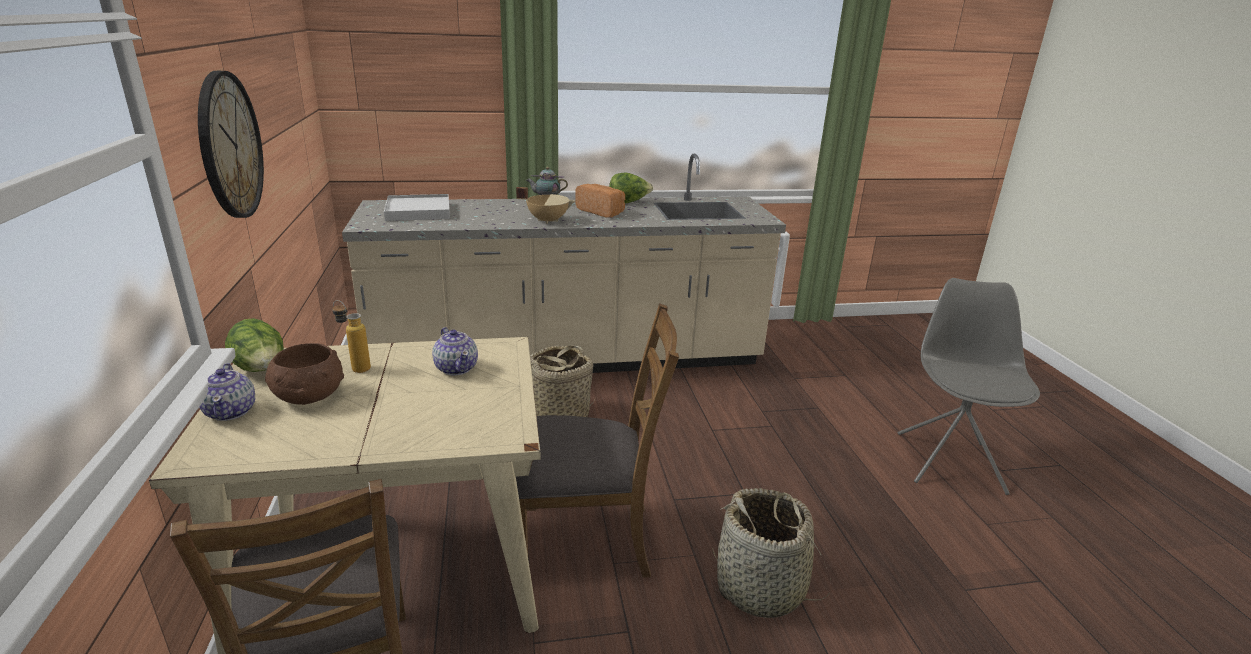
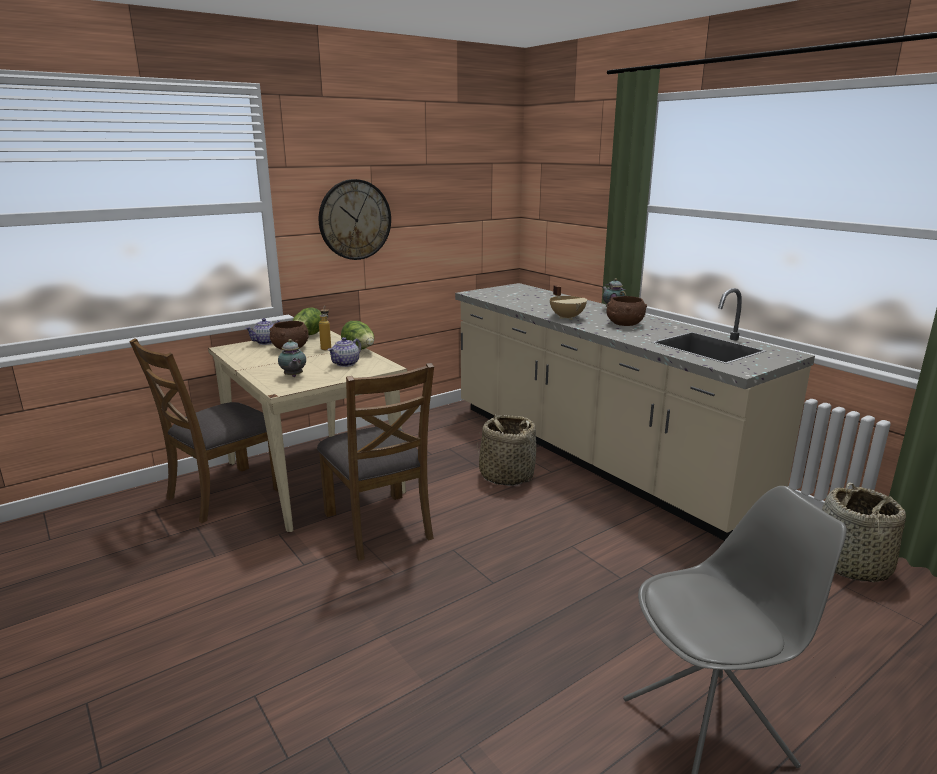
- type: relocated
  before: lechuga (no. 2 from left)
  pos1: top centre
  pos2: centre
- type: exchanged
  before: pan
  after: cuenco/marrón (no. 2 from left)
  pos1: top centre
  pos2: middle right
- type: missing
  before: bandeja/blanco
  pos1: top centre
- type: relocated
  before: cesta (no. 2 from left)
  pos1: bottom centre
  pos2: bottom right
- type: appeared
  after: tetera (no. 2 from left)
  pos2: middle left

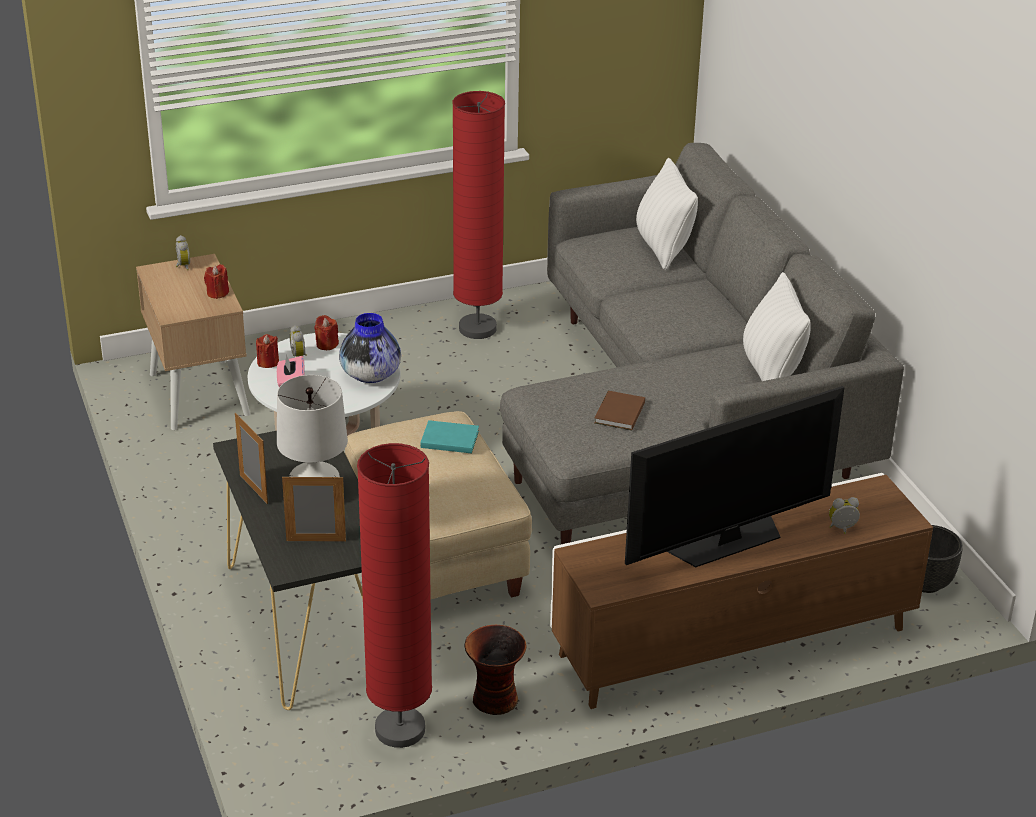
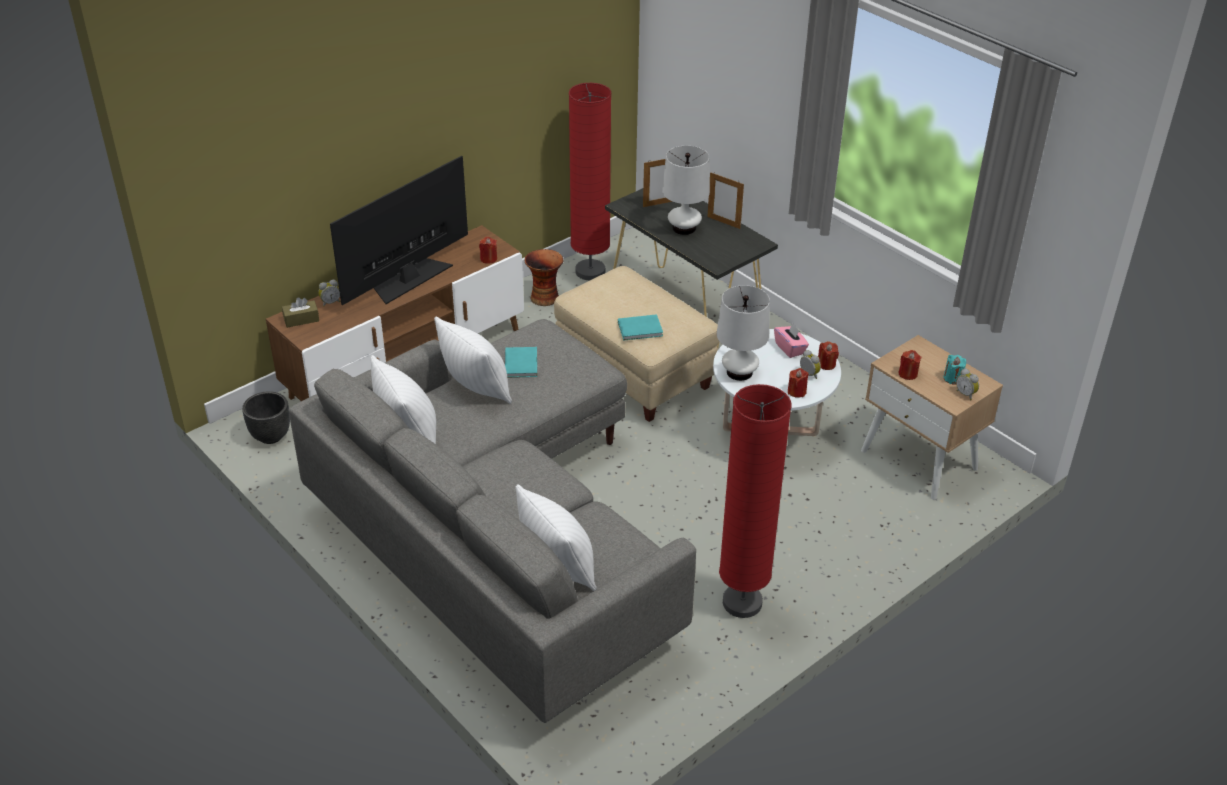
- type: exchanged
  before: florero (no. 1 from left)
  after: lámpara de mesa/blanco (no. 2 from left)
  pos1: centre
  pos2: centre
- type: colour
  before: libro/marrón
  after: libro/turquesa (no. 1 from left)
  pos1: centre
  pos2: centre
- type: appeared
  after: vela/rojo (no. 1 from left)
  pos2: top centre
- type: appeared
  after: caja de pañuelos/marrón
  pos2: middle left
- type: appeared
  after: cojín/blanco (no. 2 from left)
  pos2: centre
- type: appeared
  after: vela/turquesa
  pos2: middle right

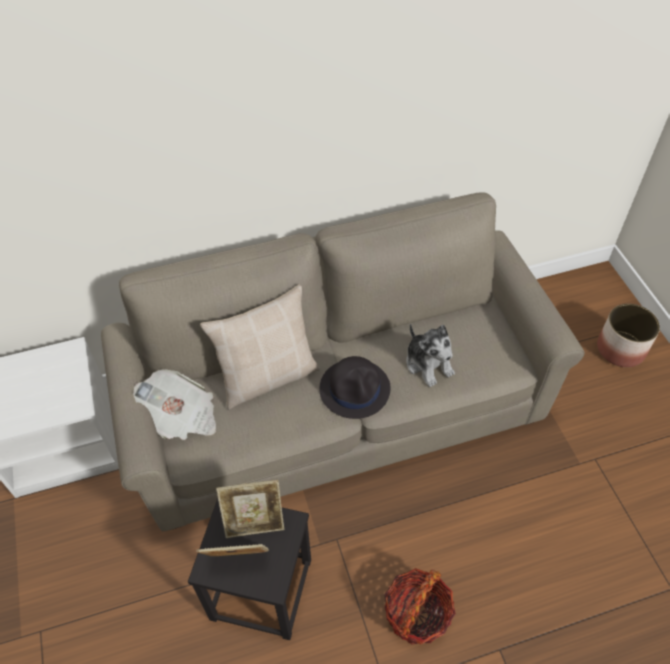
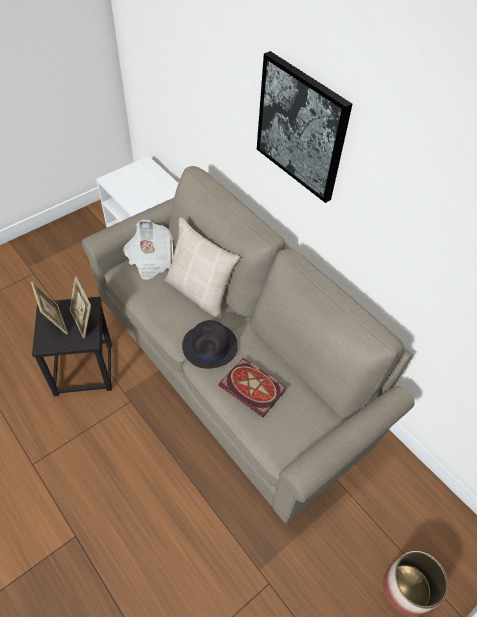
- type: exchanged
  before: peluche
  after: libro
  pos1: centre
  pos2: centre
- type: missing
  before: cesta
  pos1: bottom centre
- type: appeared
  after: cuadro
  pos2: top centre

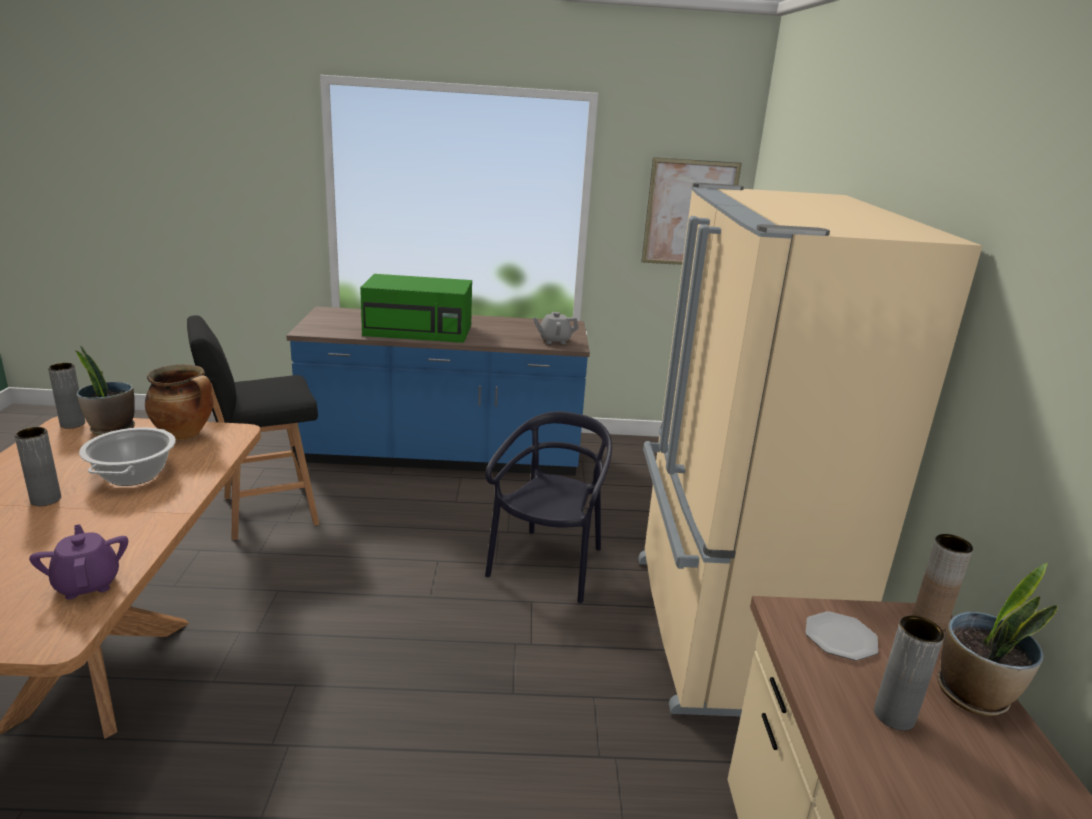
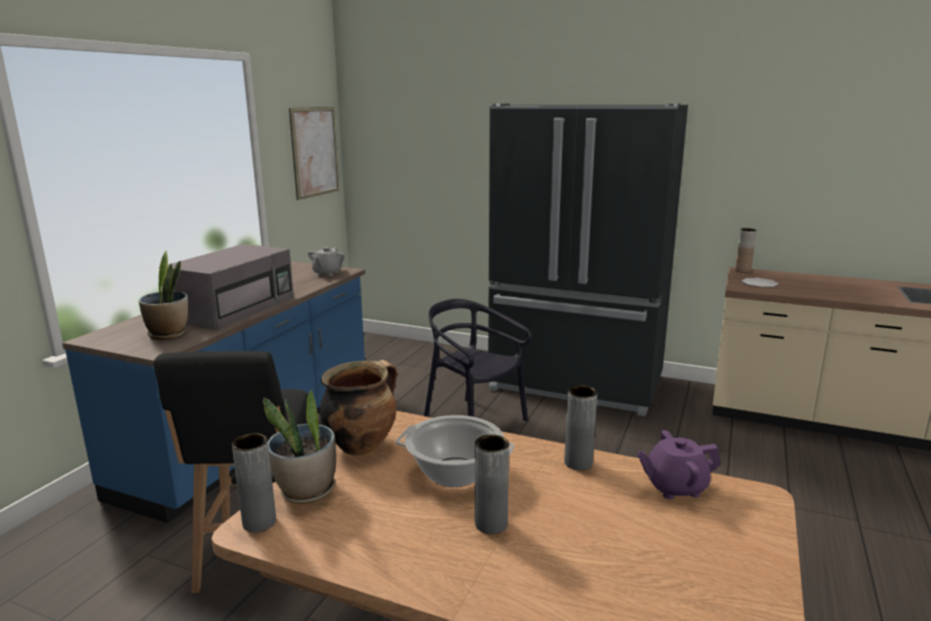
- type: colour
  before: nevera/beis
  after: nevera/negro
  pos1: middle right
  pos2: centre
- type: colour
  before: microondas/verde
  after: microondas/gris
  pos1: centre
  pos2: middle left
- type: relocated
  before: planta en maceta (no. 2 from left in the first image)
  after: planta en maceta (no. 1 from left)
  pos1: bottom right
  pos2: middle left
- type: relocated
  before: florero/gris (no. 3 from left)
  pos1: bottom right
  pos2: bottom centre

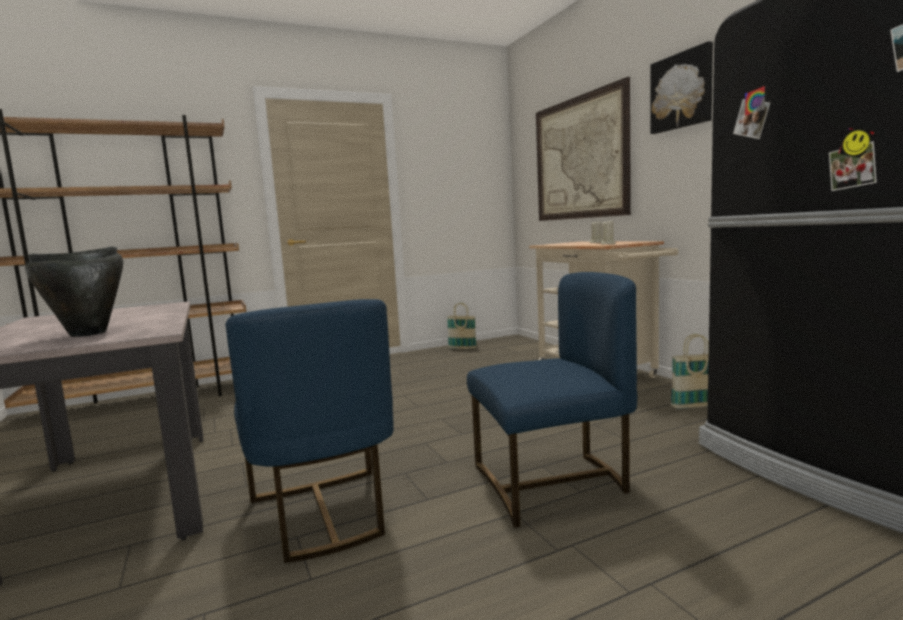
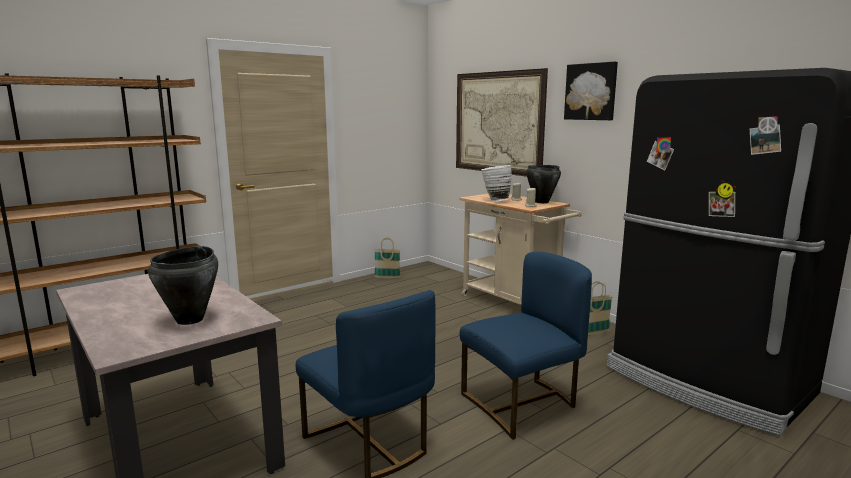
- type: appeared
  after: florero/blanco
  pos2: centre
- type: appeared
  after: olla/negro (no. 2 from left)
  pos2: centre

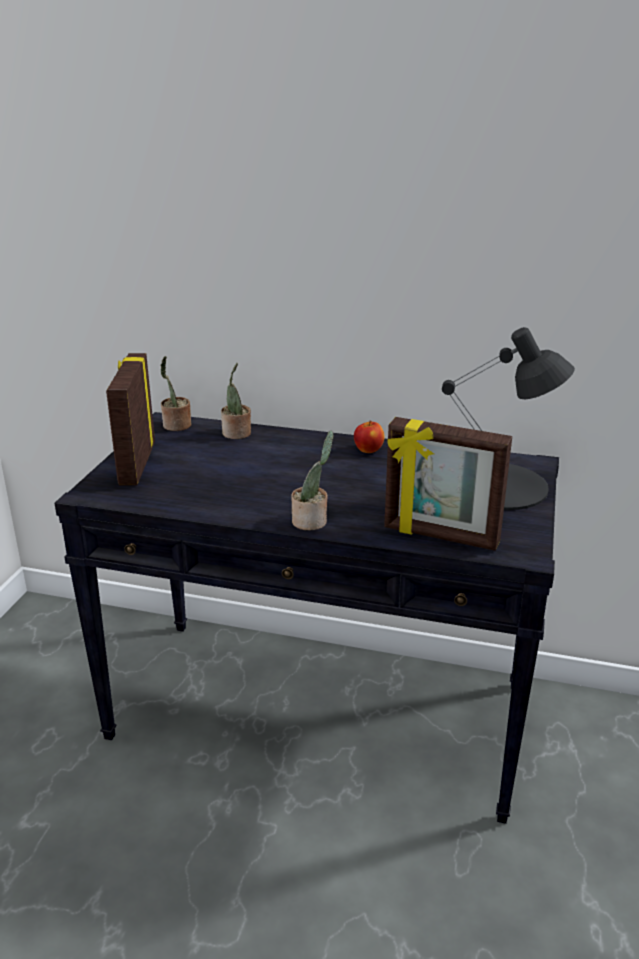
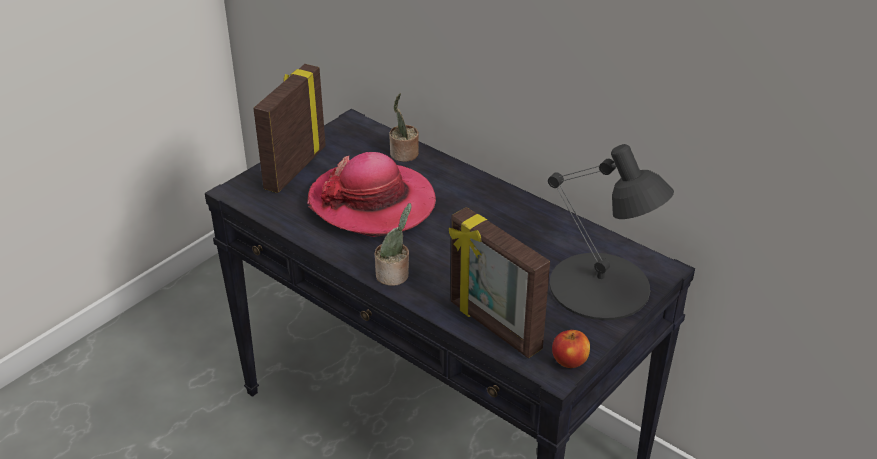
- type: missing
  before: planta en maceta (no. 1 from left)
  pos1: middle left
- type: relocated
  before: manzana
  pos1: centre
  pos2: bottom centre
- type: appeared
  after: sombrero
  pos2: centre

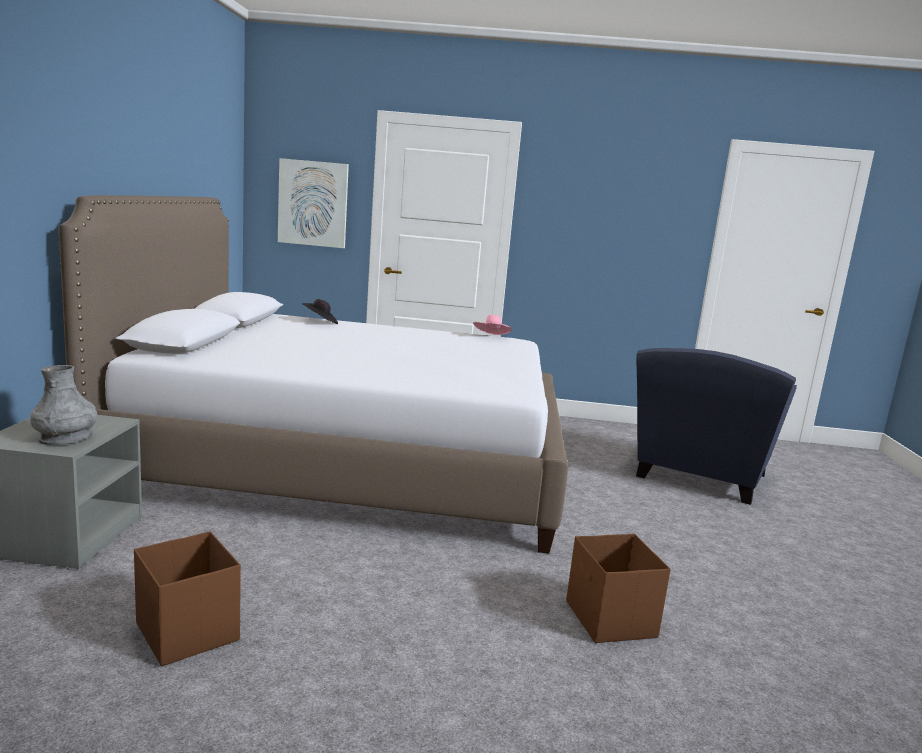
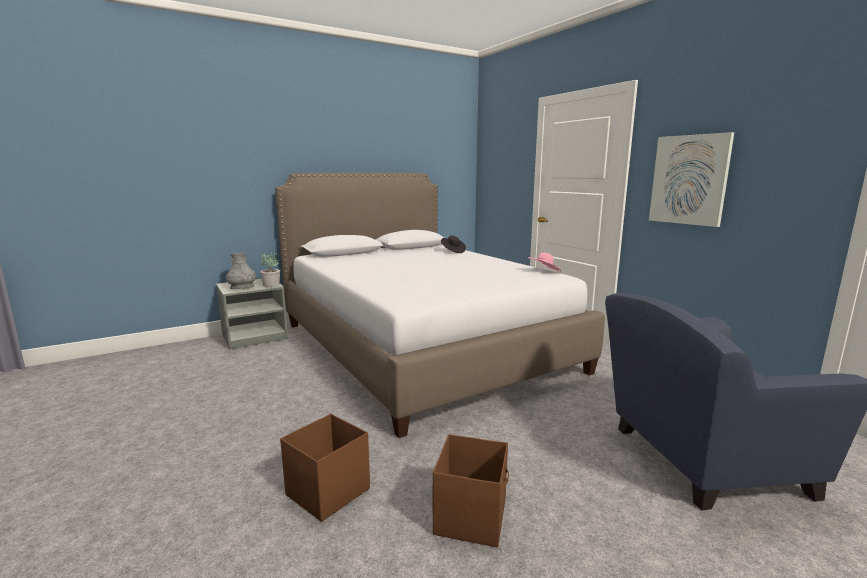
- type: relocated
  before: cuadro
  pos1: top centre
  pos2: top right
- type: relocated
  before: caja de almacenaje/marrón (no. 1 from left in the first image)
  after: caja de almacenaje/marrón (no. 2 from left)
  pos1: bottom left
  pos2: bottom centre
- type: appeared
  after: planta en maceta
  pos2: middle left

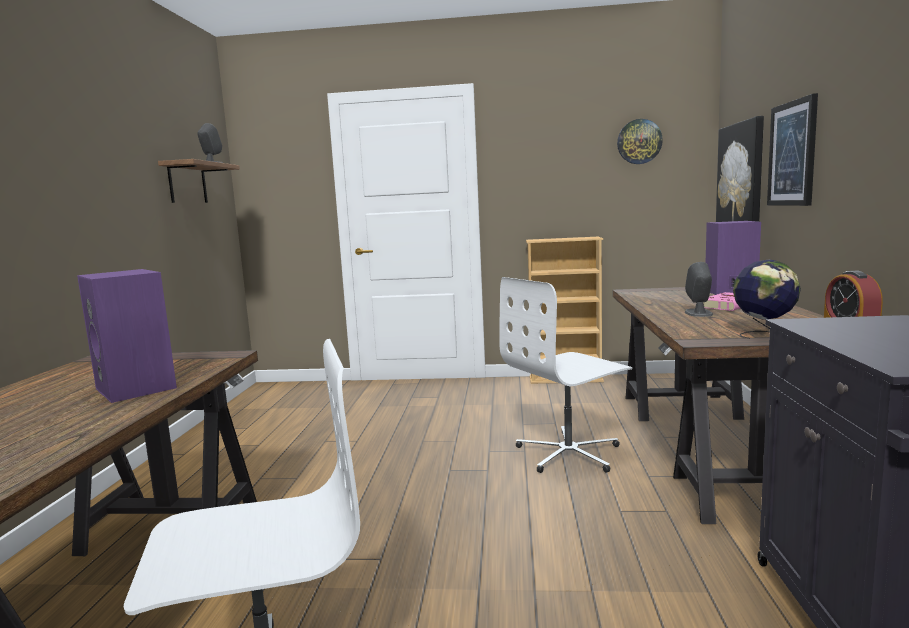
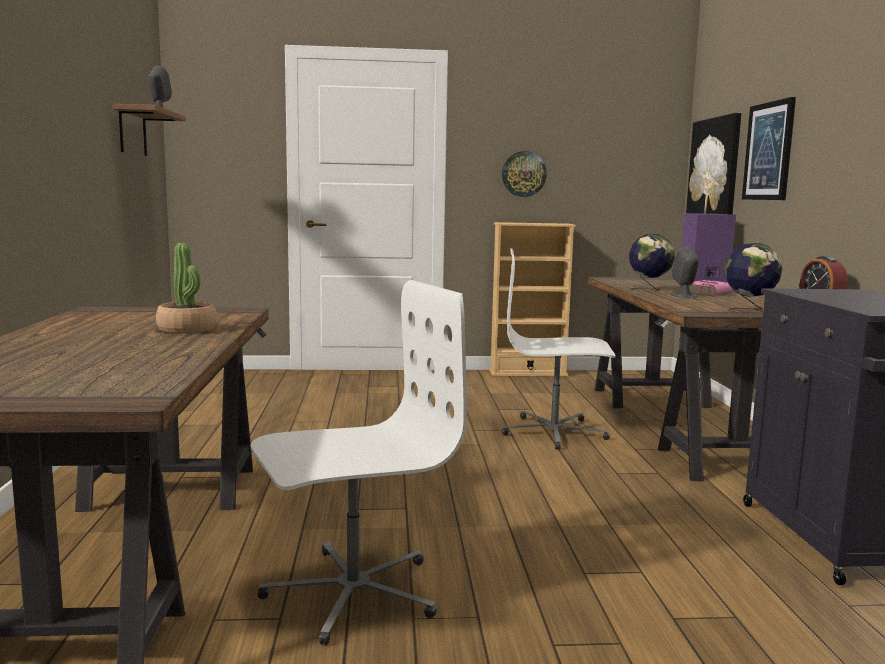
- type: relocated
  before: reloj de pared
  pos1: top right
  pos2: top centre
- type: exchanged
  before: altavoz/morado (no. 1 from left)
  after: planta en maceta
  pos1: middle left
  pos2: middle left
- type: spun
  before: silla de oficina/blanco (no. 2 from left)
  pos1: centre
  pos2: centre
  turn: 45
- type: appeared
  after: globo terráqueo (no. 1 from left)
  pos2: middle right

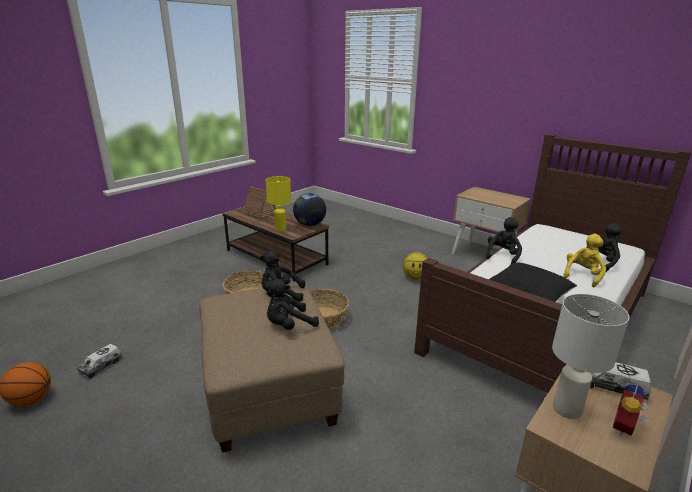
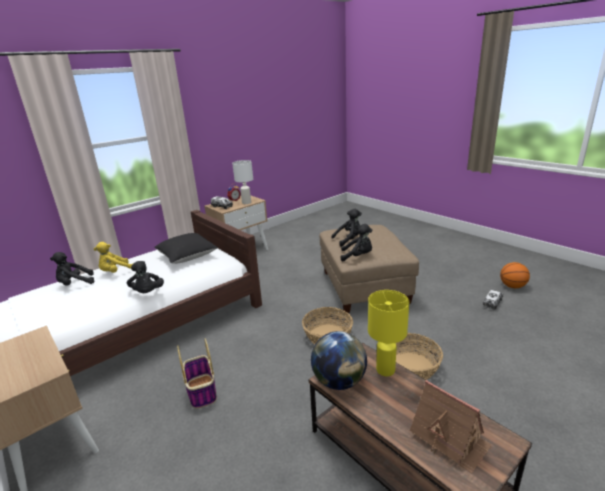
- type: spun
  before: peluche/negro (no. 3 from left in the first image)
  pos1: middle right
  pos2: middle left
  turn: -60
- type: exchanged
  before: balón de baloncesto (no. 2 from left)
  after: cesta (no. 1 from left)
  pos1: centre
  pos2: bottom left

